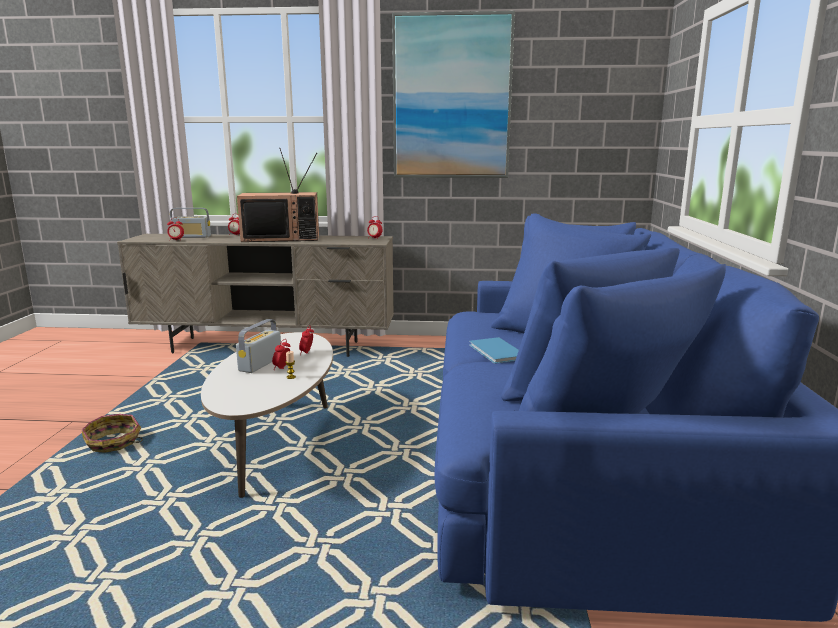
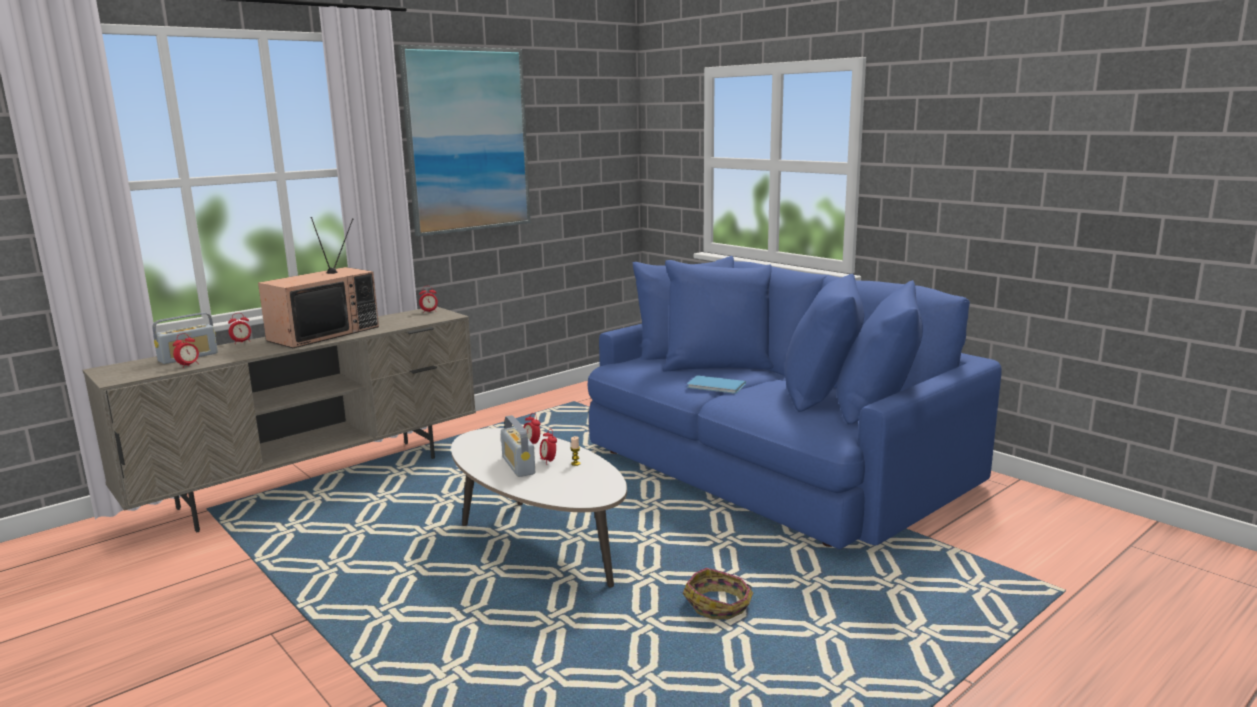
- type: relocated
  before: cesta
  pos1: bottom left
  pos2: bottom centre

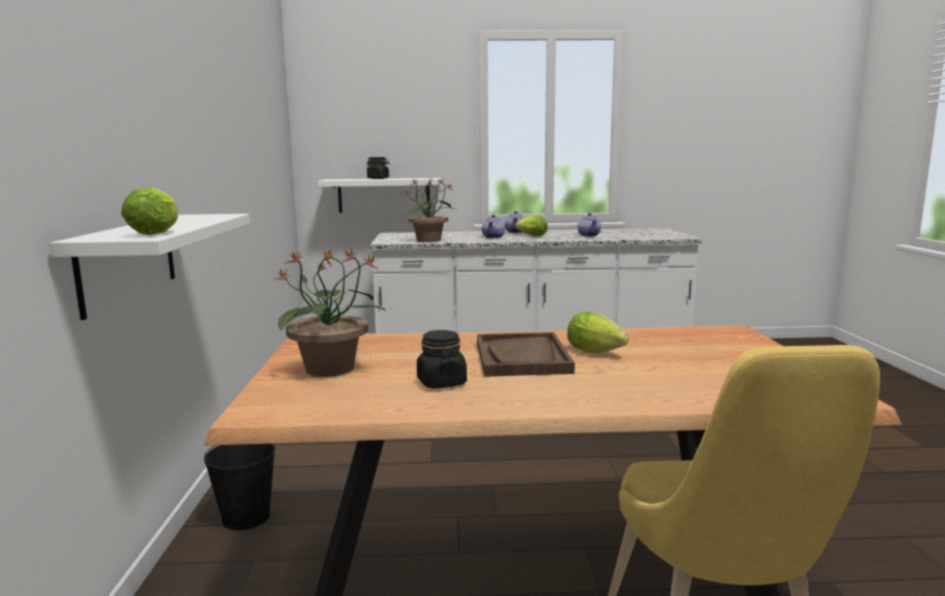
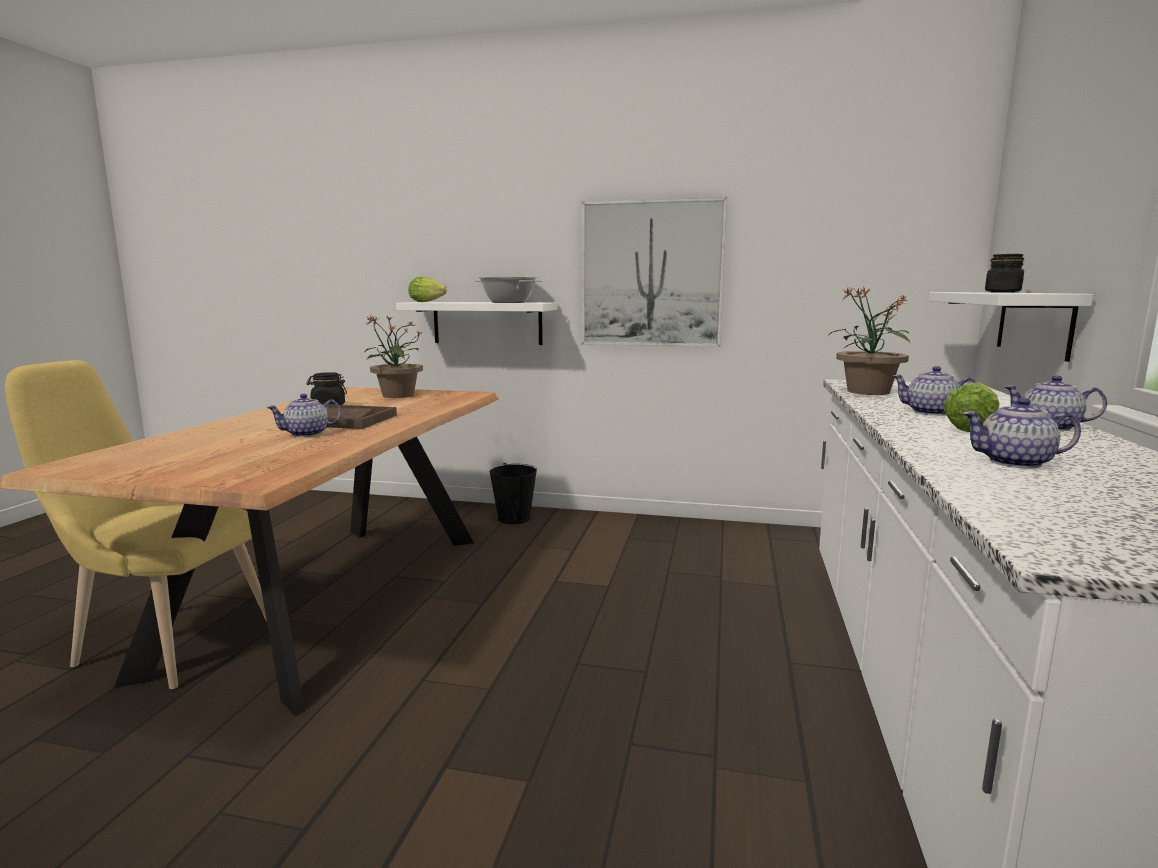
- type: exchanged
  before: lechuga (no. 3 from left)
  after: tetera (no. 1 from left)
  pos1: centre
  pos2: middle left
- type: appeared
  after: cuadro
  pos2: top centre
- type: appeared
  after: olla
  pos2: centre

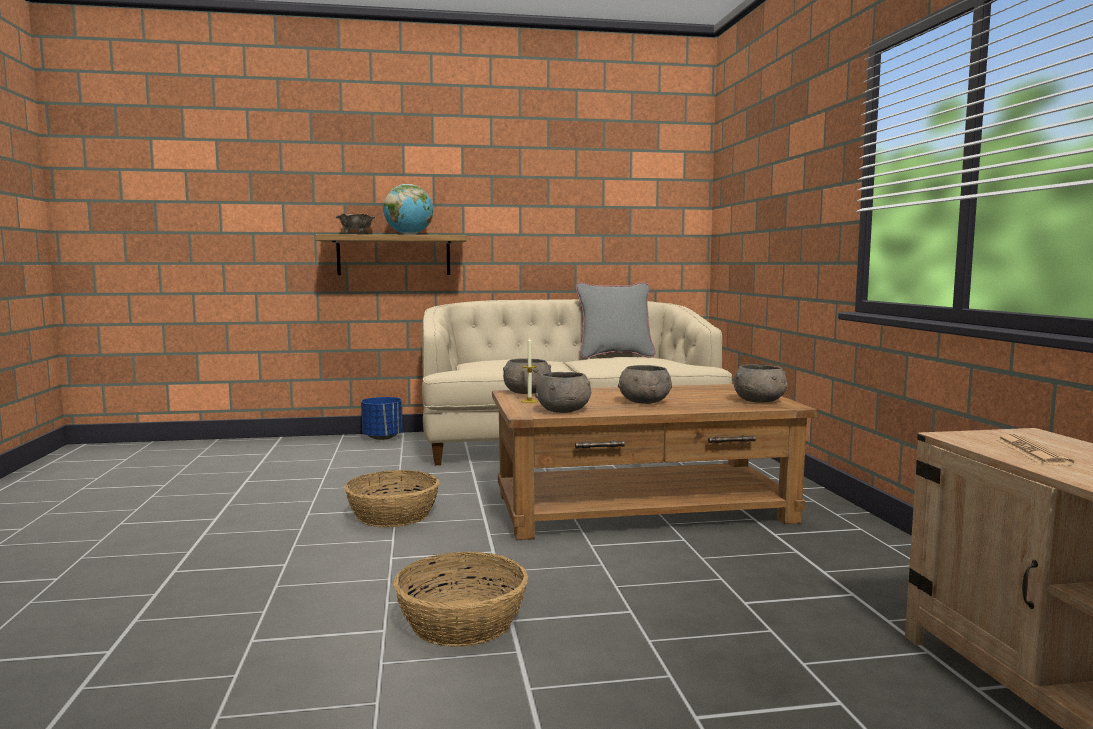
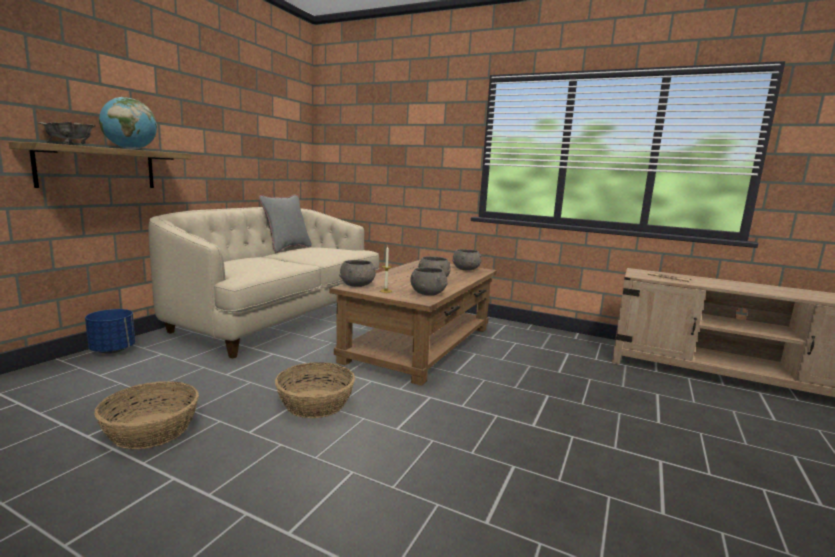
- type: relocated
  before: cesta (no. 2 from left in the first image)
  after: cesta (no. 1 from left)
  pos1: bottom centre
  pos2: bottom left

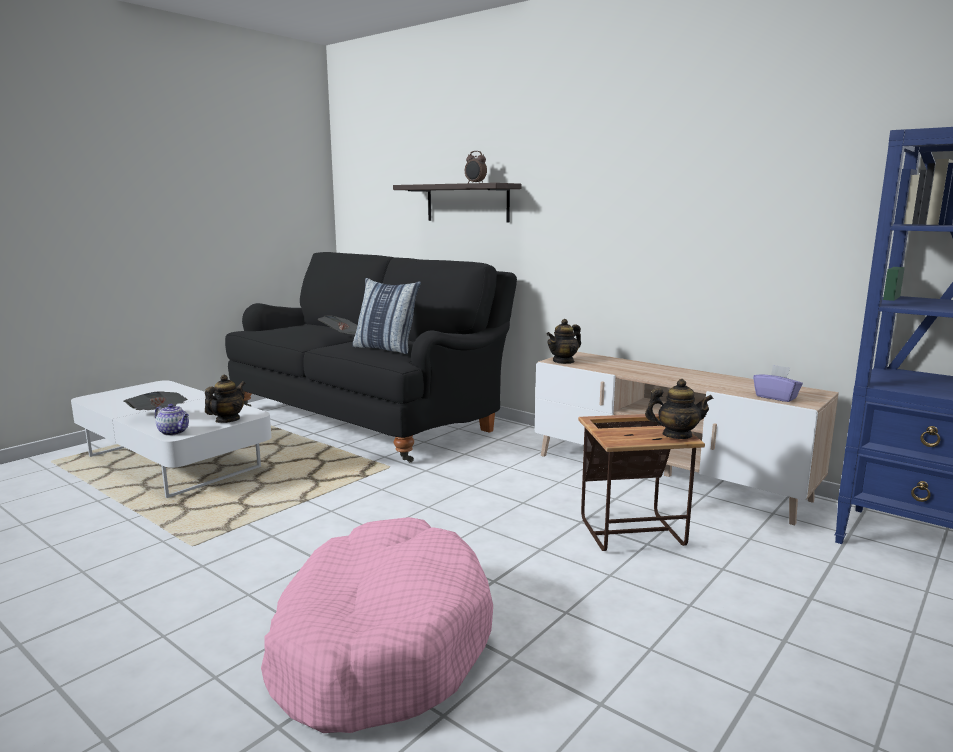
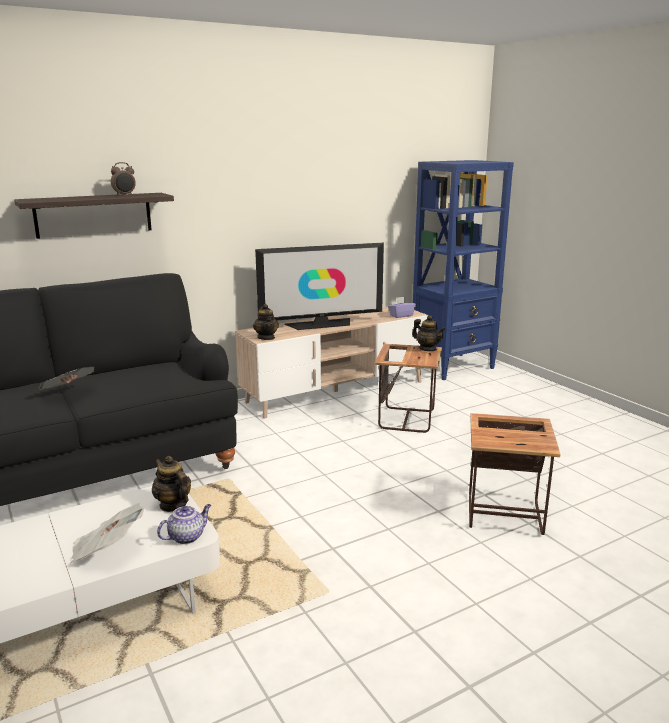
- type: missing
  before: cojín
  pos1: centre
- type: spun
  before: tetera (no. 4 from left)
  pos1: middle right
  pos2: centre
  turn: 105
- type: exchanged
  before: cama para perro/rosa
  after: mesa auxiliar (no. 2 from left)
  pos1: bottom centre
  pos2: middle right
- type: appeared
  after: televisor
  pos2: centre

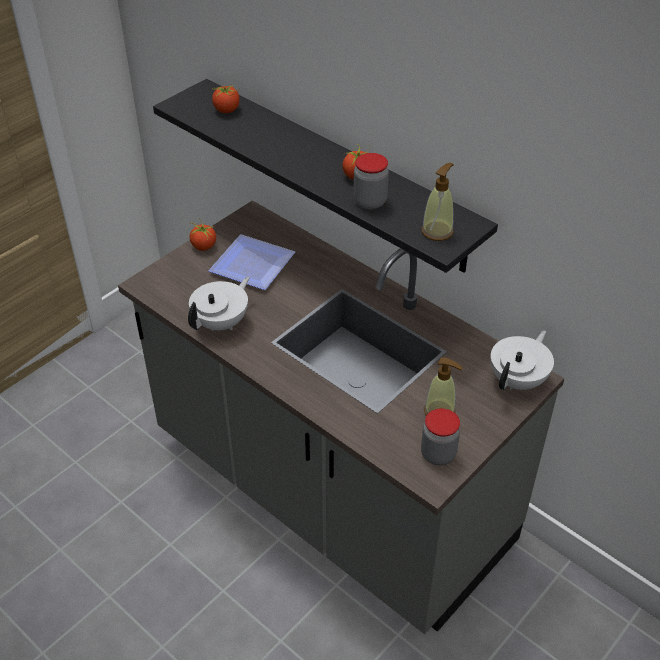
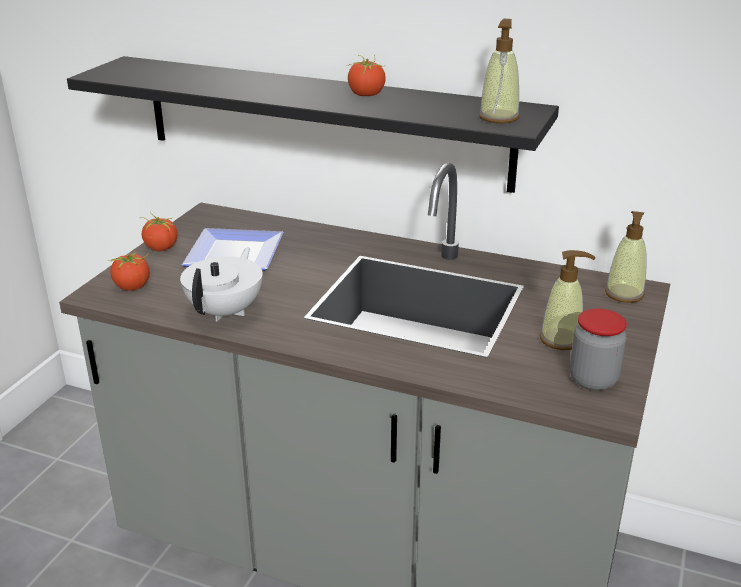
- type: relocated
  before: tomate (no. 2 from left in the first image)
  after: tomate (no. 1 from left)
  pos1: top centre
  pos2: middle left
- type: missing
  before: tarro (no. 1 from left)
  pos1: top centre
- type: exchanged
  before: tetera/blanco (no. 2 from left)
  after: dispensador de jabón (no. 3 from left)
  pos1: middle right
  pos2: middle right

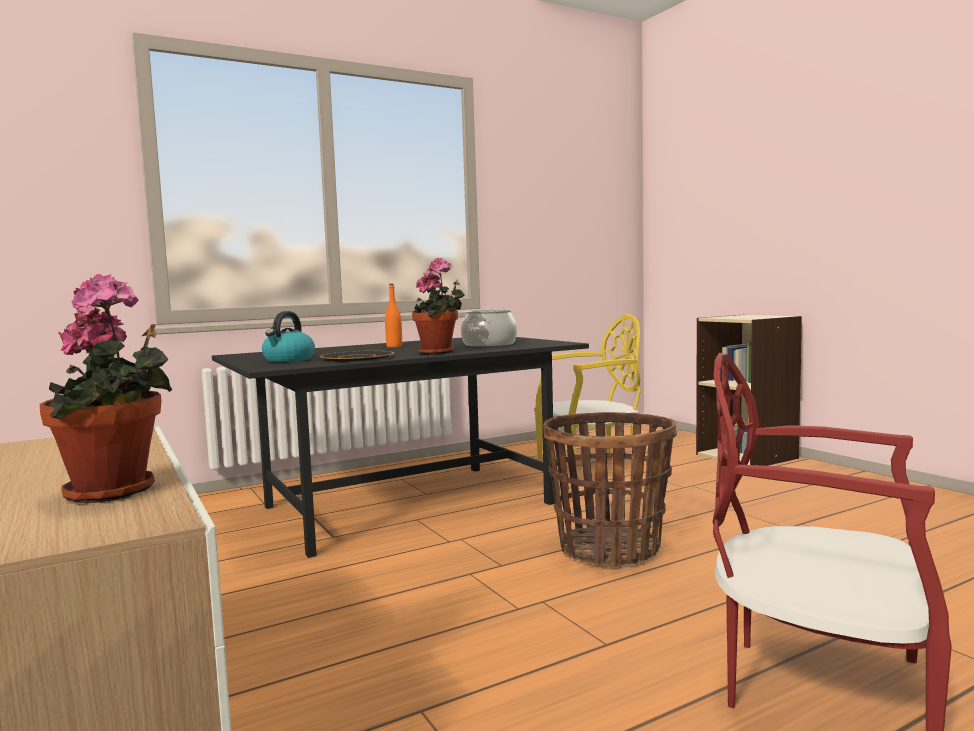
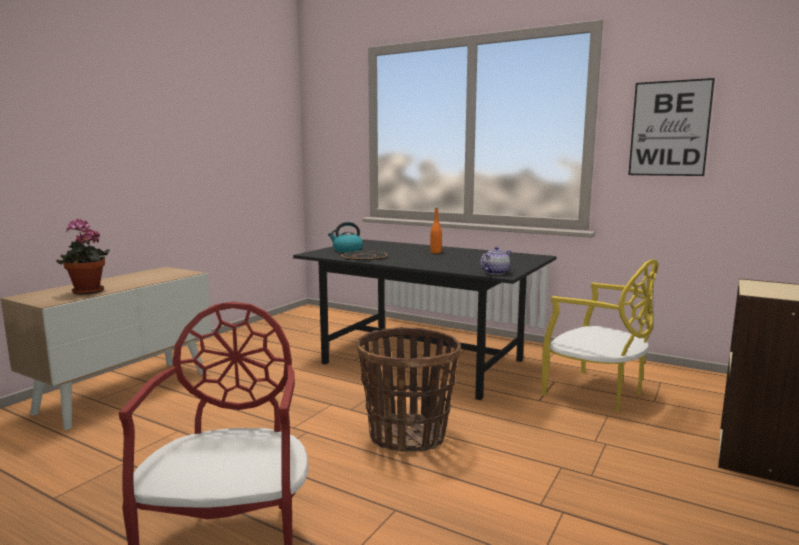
- type: missing
  before: planta en maceta (no. 2 from left)
  pos1: centre
- type: missing
  before: olla
  pos1: centre
- type: appeared
  after: cuadro
  pos2: top right
- type: appeared
  after: tetera
  pos2: centre

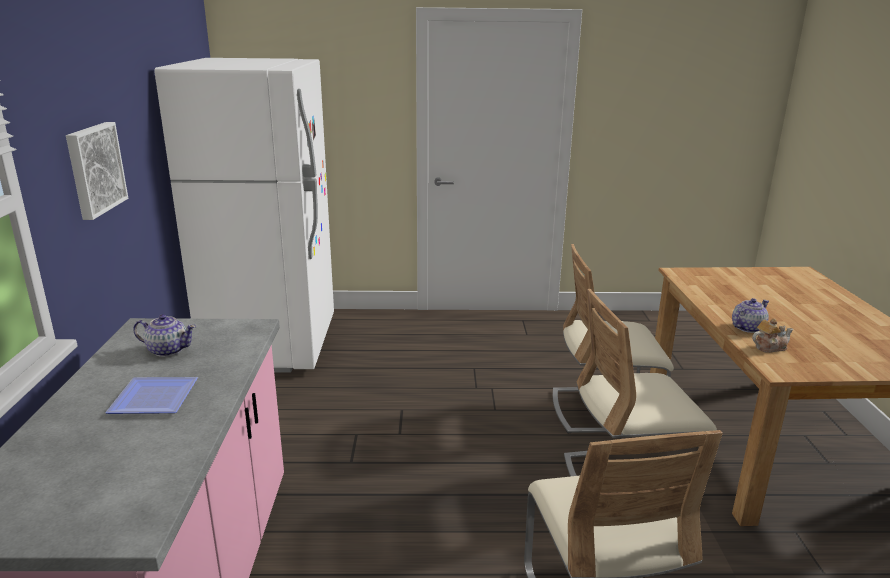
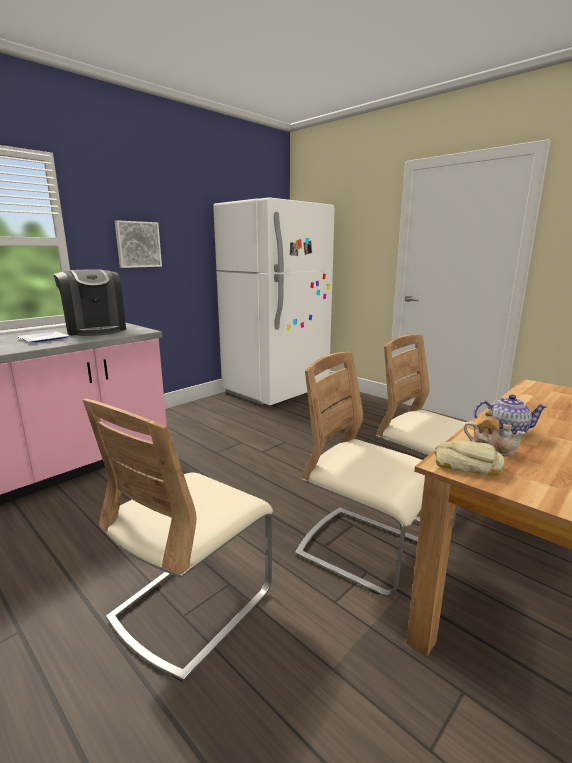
- type: exchanged
  before: tetera (no. 1 from left)
  after: cafetera
  pos1: middle left
  pos2: middle left
- type: appeared
  after: pan
  pos2: middle right

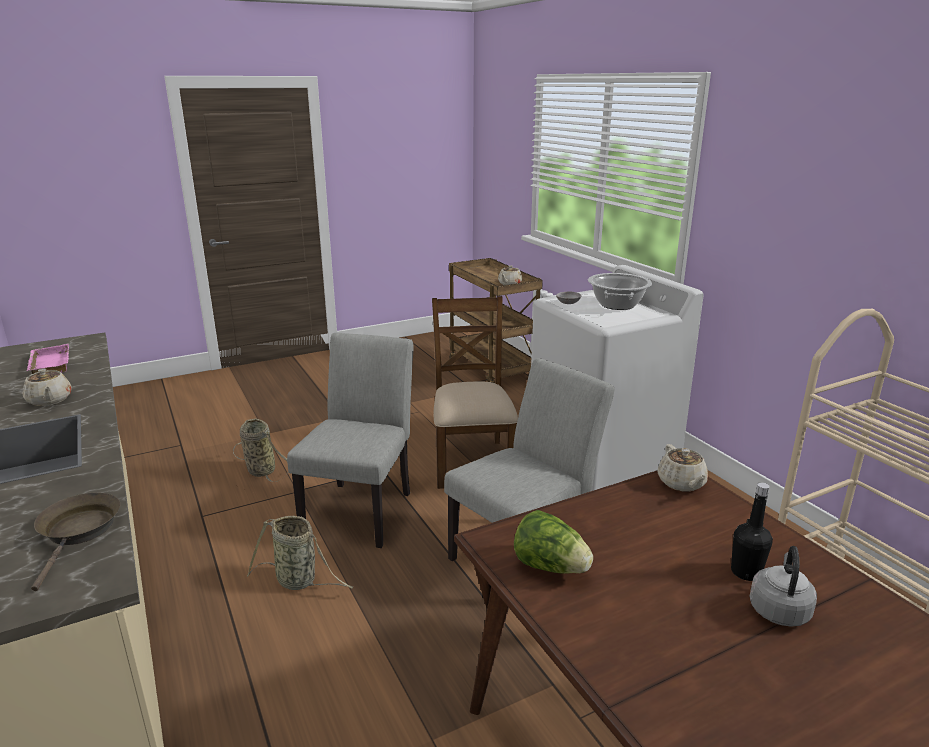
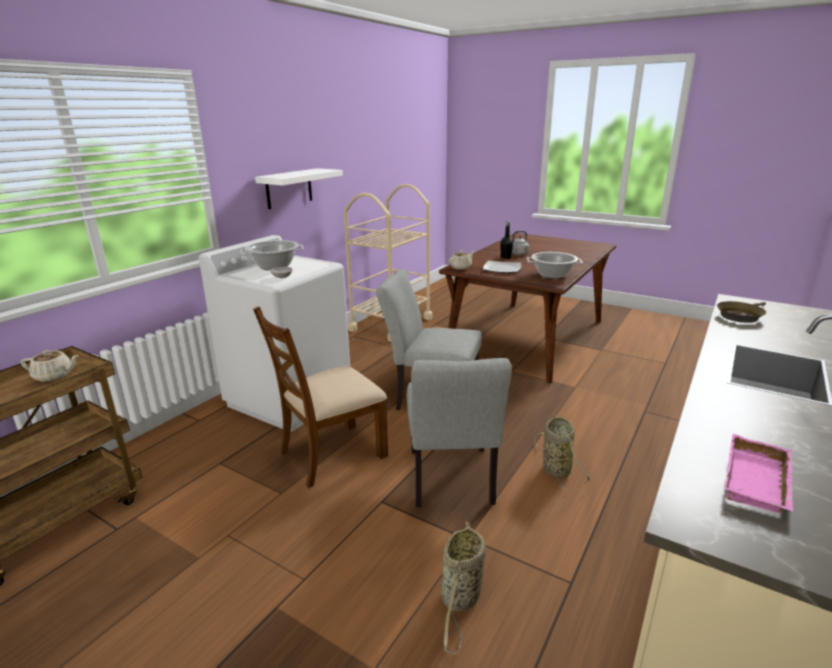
- type: spun
  before: silla/gris (no. 1 from left in the first image)
  pos1: centre
  pos2: centre
  turn: -75
- type: missing
  before: tetera/beis (no. 1 from left)
  pos1: middle left
- type: exchanged
  before: lechuga
  after: olla (no. 2 from left)
  pos1: bottom centre
  pos2: middle right
- type: appeared
  after: estante/blanco
  pos2: top centre
- type: appeared
  after: plato
  pos2: centre

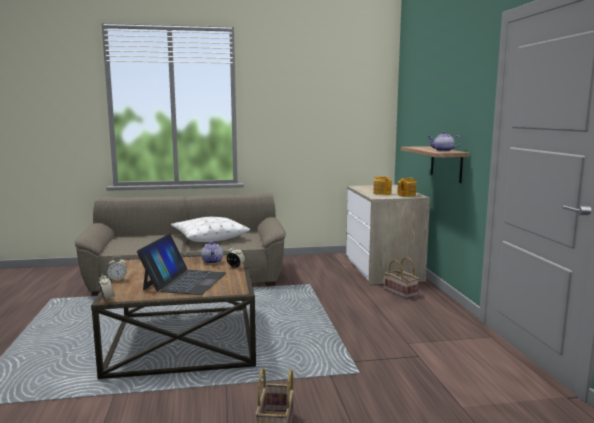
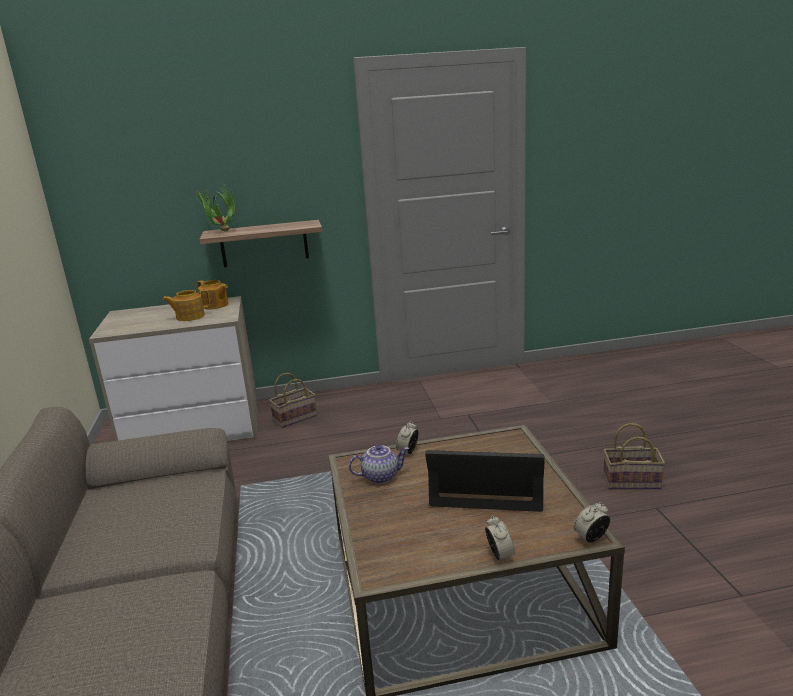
- type: missing
  before: tetera (no. 4 from left)
  pos1: middle right
- type: missing
  before: cojín/blanco
  pos1: centre
- type: appeared
  after: planta en maceta
  pos2: top left

